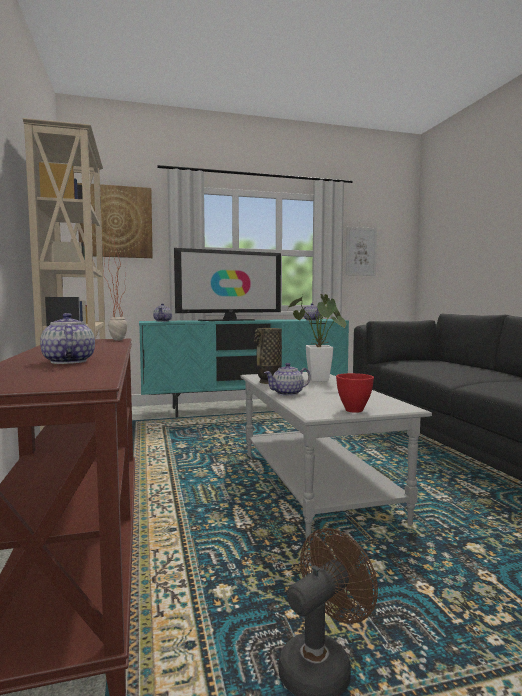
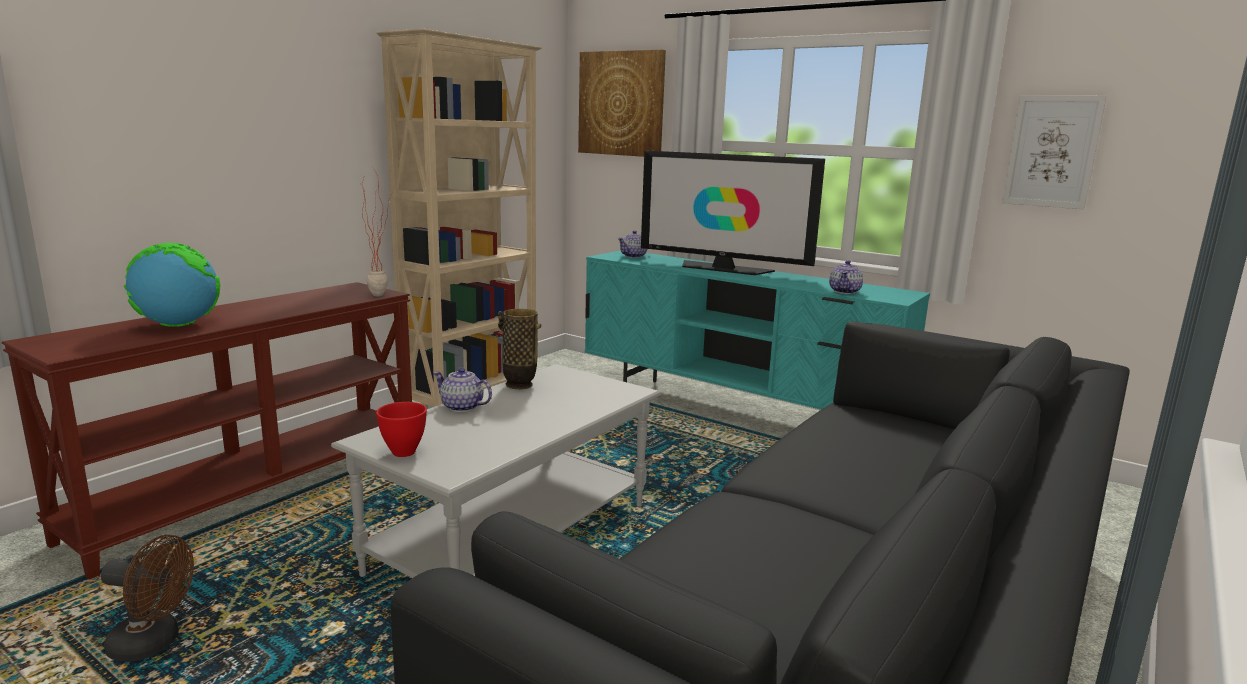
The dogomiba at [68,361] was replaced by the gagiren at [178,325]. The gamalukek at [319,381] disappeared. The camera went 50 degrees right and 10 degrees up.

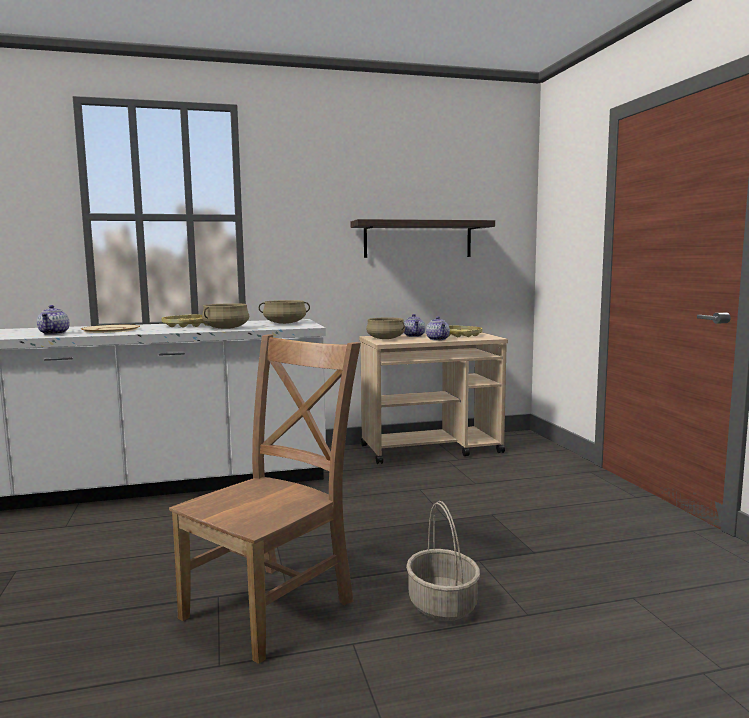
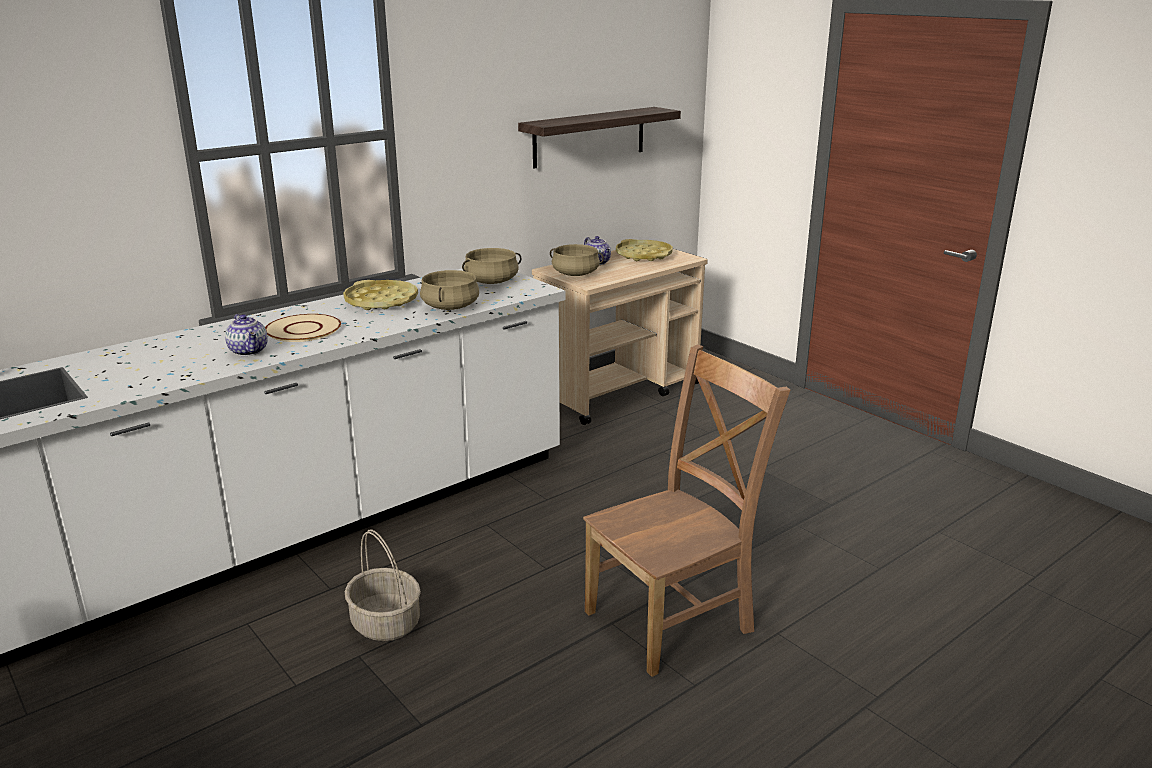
The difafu moved from [443,605] to [386,623]. The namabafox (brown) at [273,606] turned 45 degrees clockwise. The dogomiba at [438,339] disappeared. The camera went 25 degrees left and 15 degrees up.

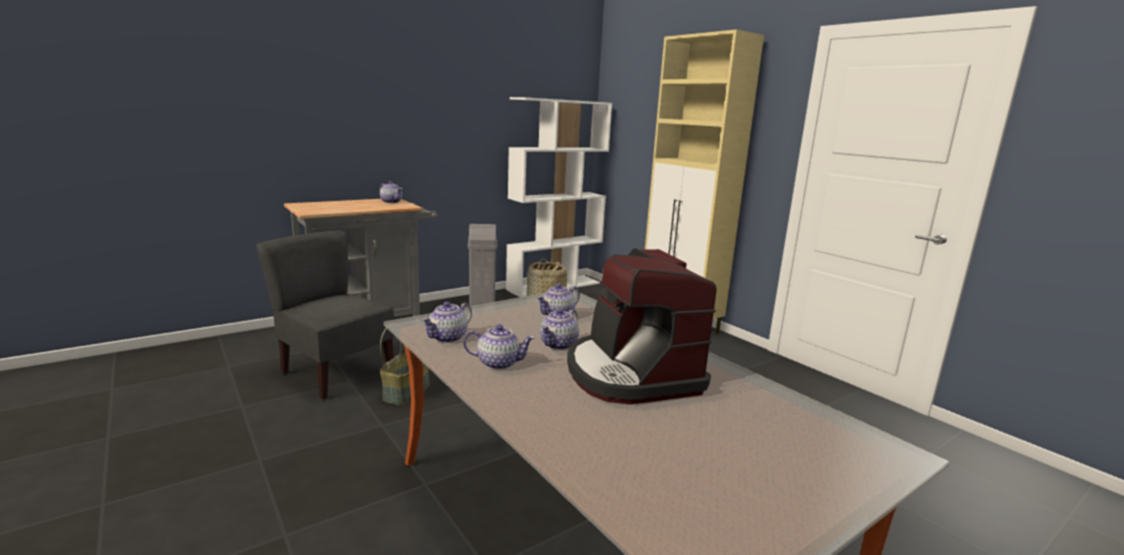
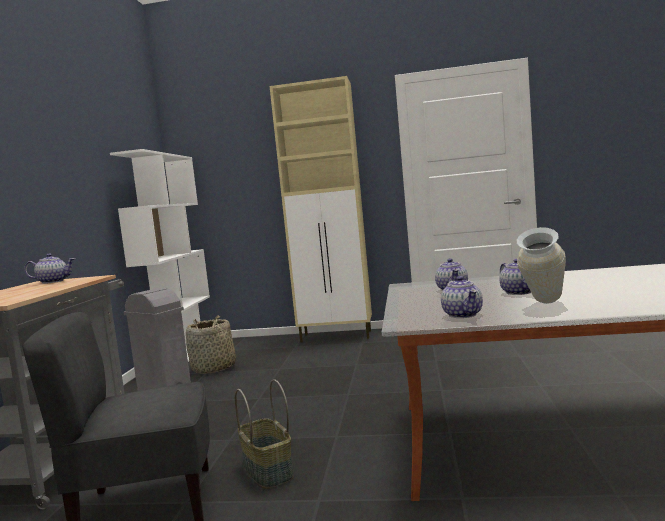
The dogomiba at [499,363] was replaced by the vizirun at [542,306]. The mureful at [631,373] disappeared. The camera went 45 degrees left and 10 degrees down.

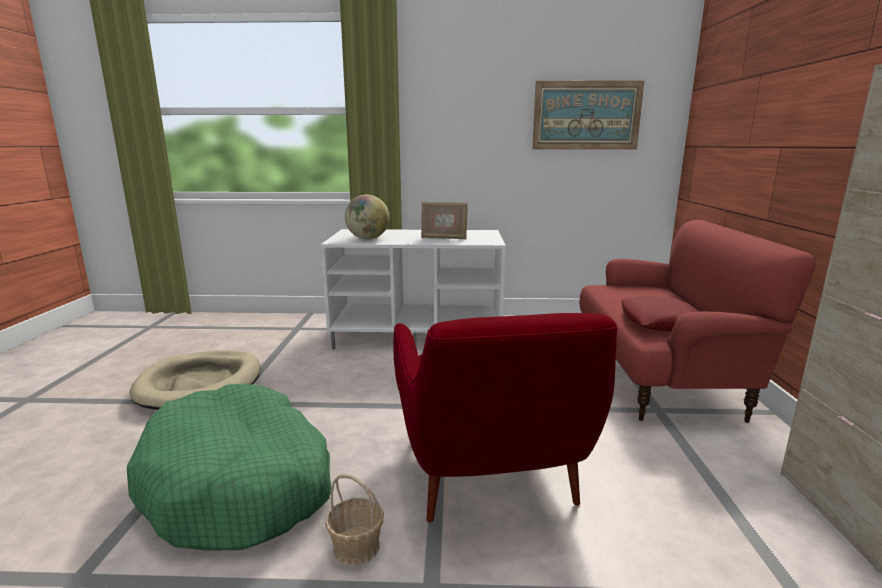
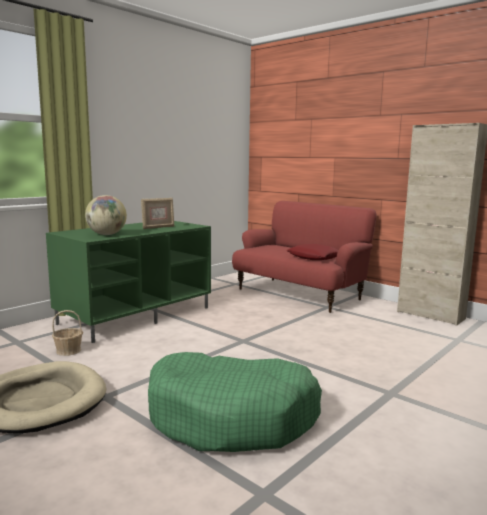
The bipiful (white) at [419,335] became the bipiful (green) at [136,315]. The difafu moved from [356,547] to [68,351]. The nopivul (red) at [489,475] disappeared. The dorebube at [586,115] disappeared. The camera went 50 degrees left and 5 degrees down.

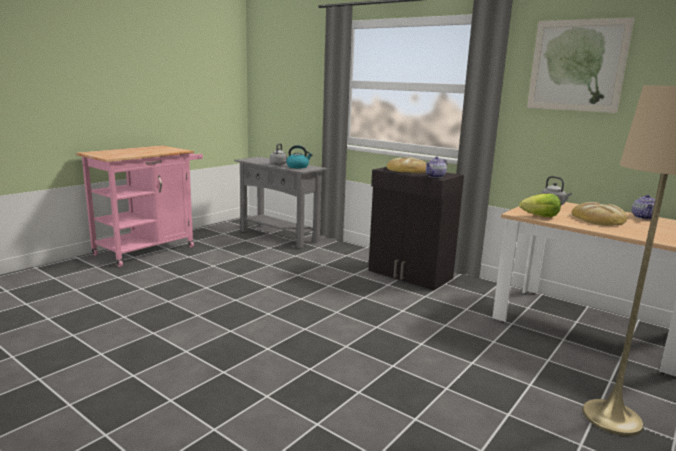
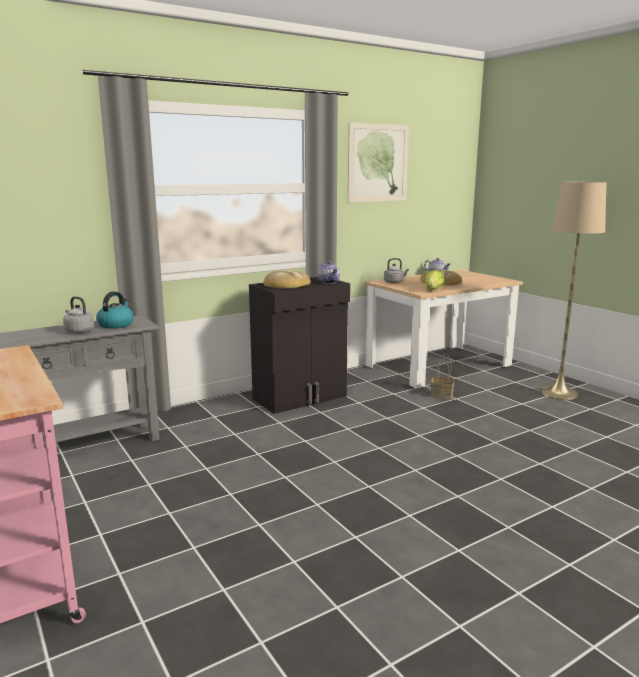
The difafu at [442,395] appeared. The camera went 70 degrees left and 0 degrees up.

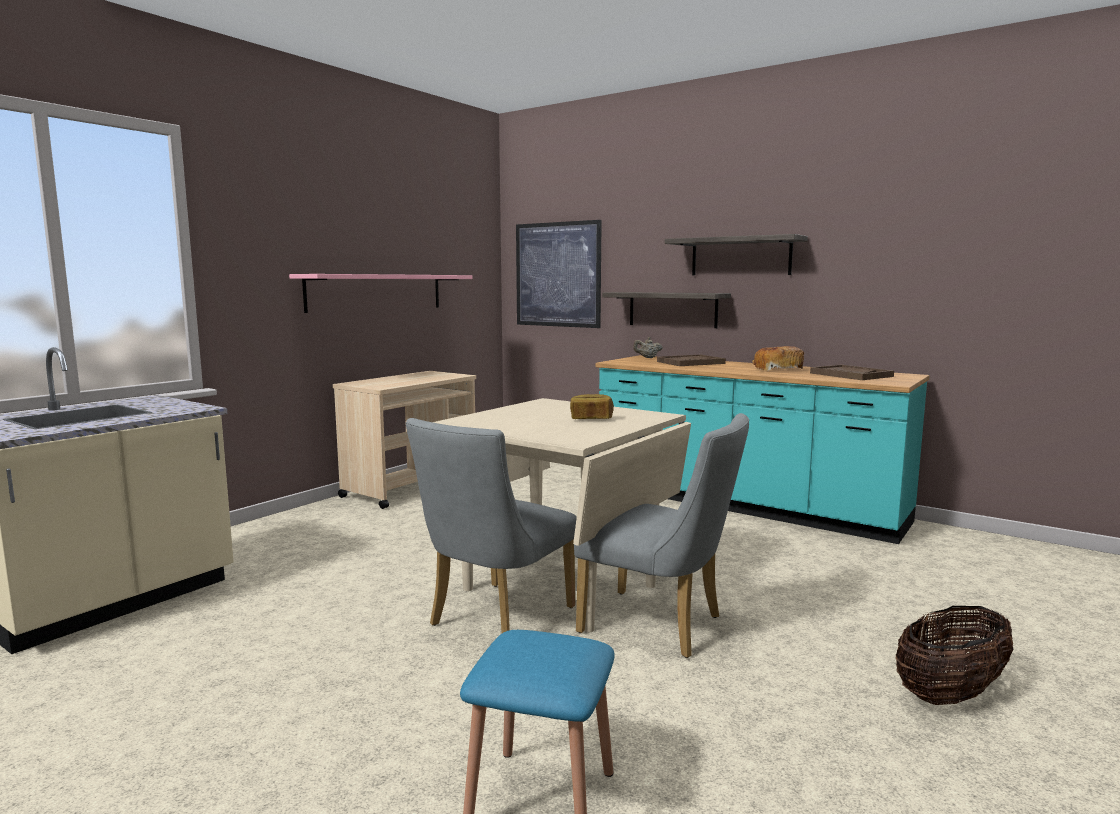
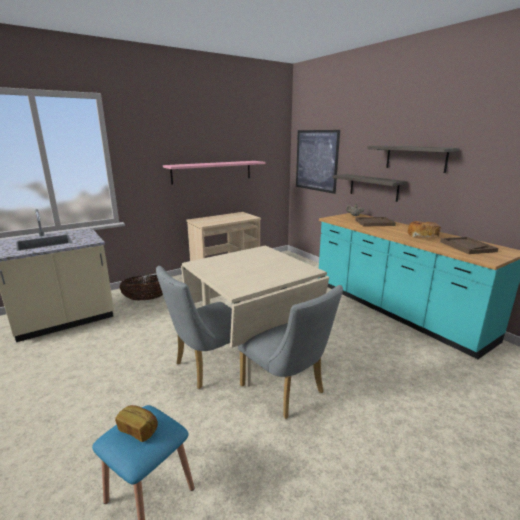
The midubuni moved from [591,418] to [138,429]. The difafu moved from [950,694] to [146,299]. The camera went 20 degrees right and 10 degrees up.

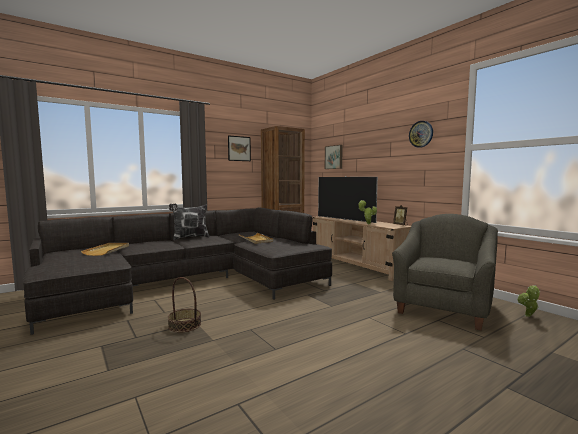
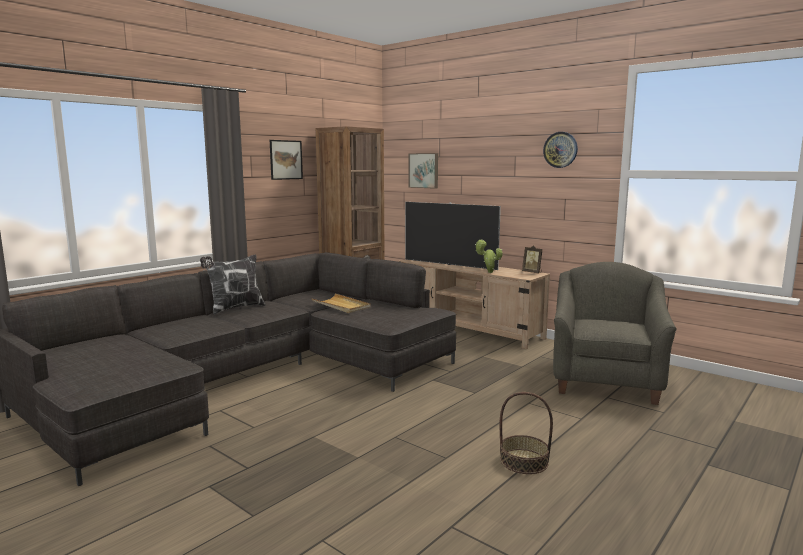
The difafu moved from [185,325] to [524,461]. The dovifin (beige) at [107,250] disappeared. The gamalukek at [528,316] disappeared. The camera went 15 degrees left and 5 degrees up.

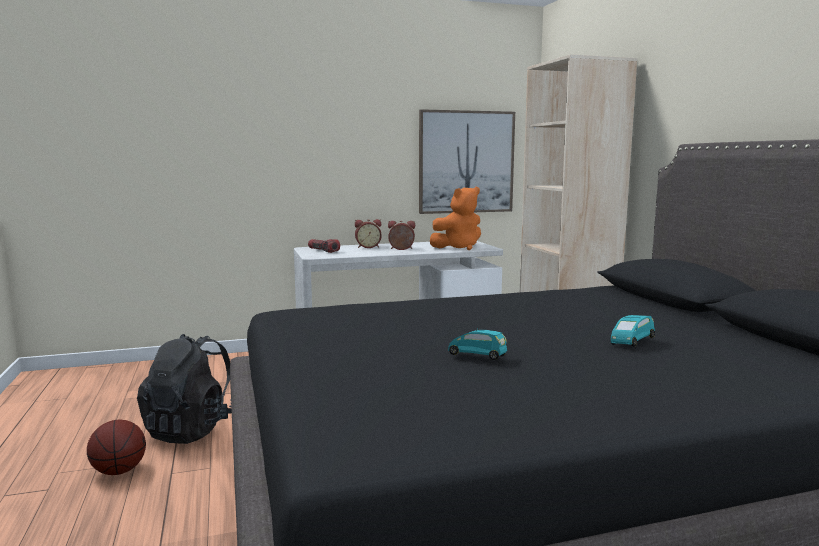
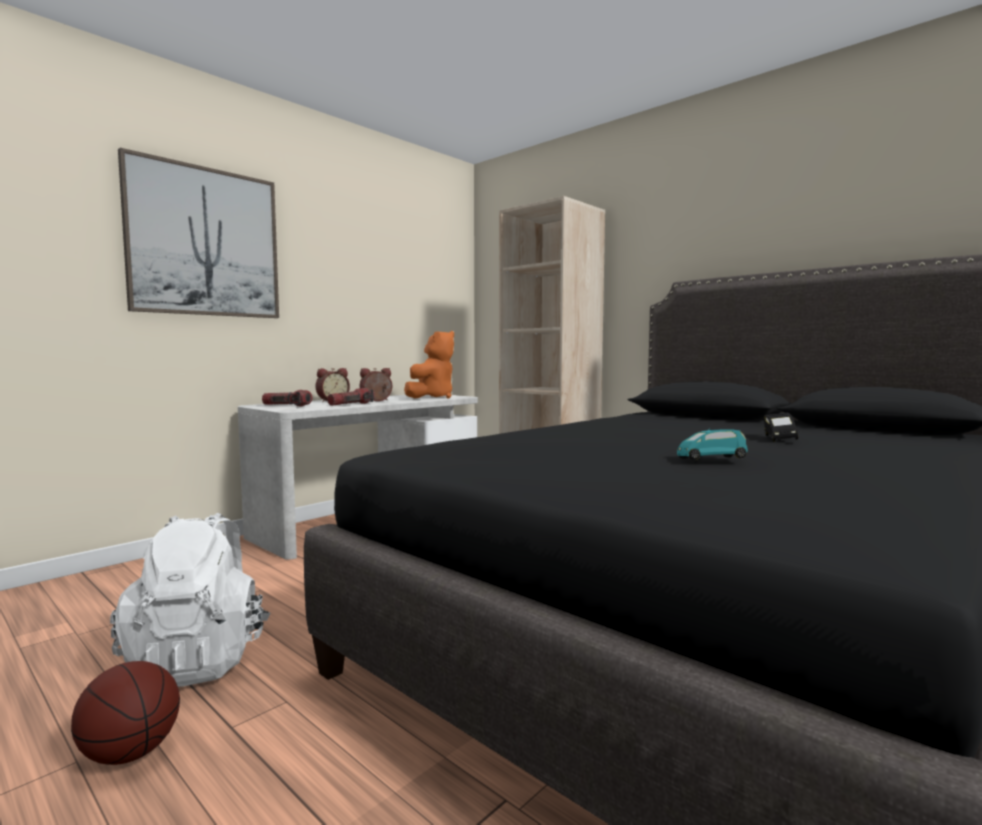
The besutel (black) at [193,429] became the besutel (white) at [199,660]. The dorebube moved from [466,162] to [205,242]. The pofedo at [351,404] appeared. The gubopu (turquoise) at [631,342] became the gubopu (black) at [778,439]. The camera went 30 degrees left and 5 degrees down.

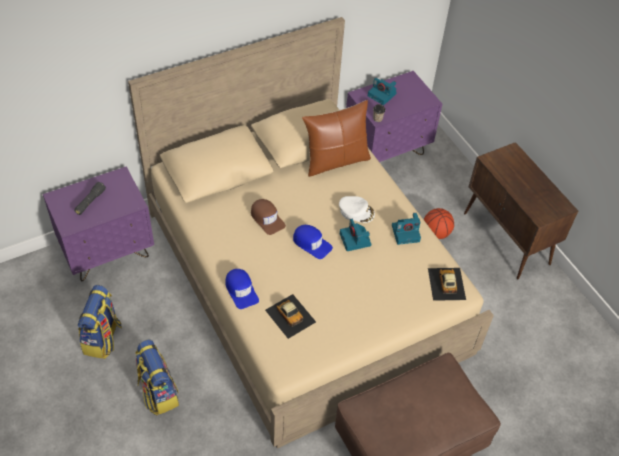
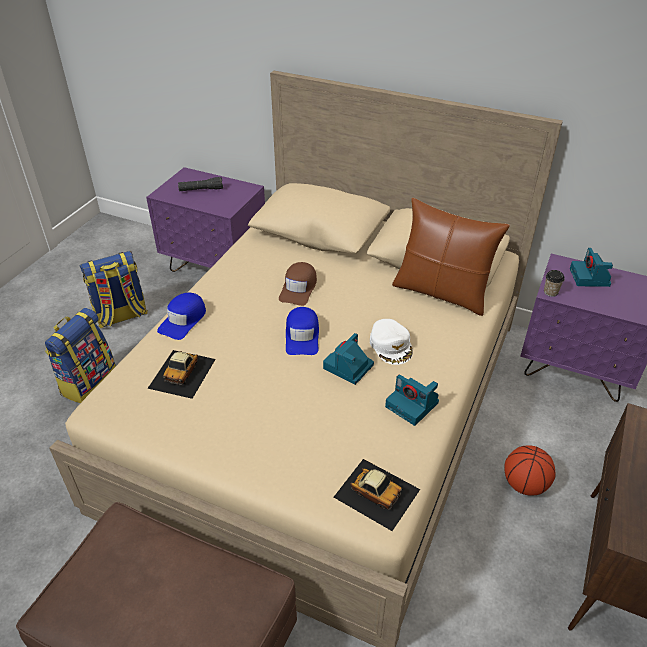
The gubopu at [446,284] turned 75 degrees clockwise. The camera went 55 degrees right and 10 degrees down.

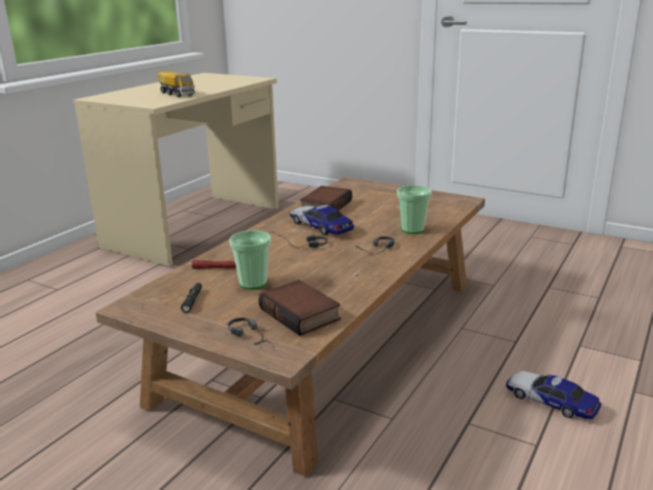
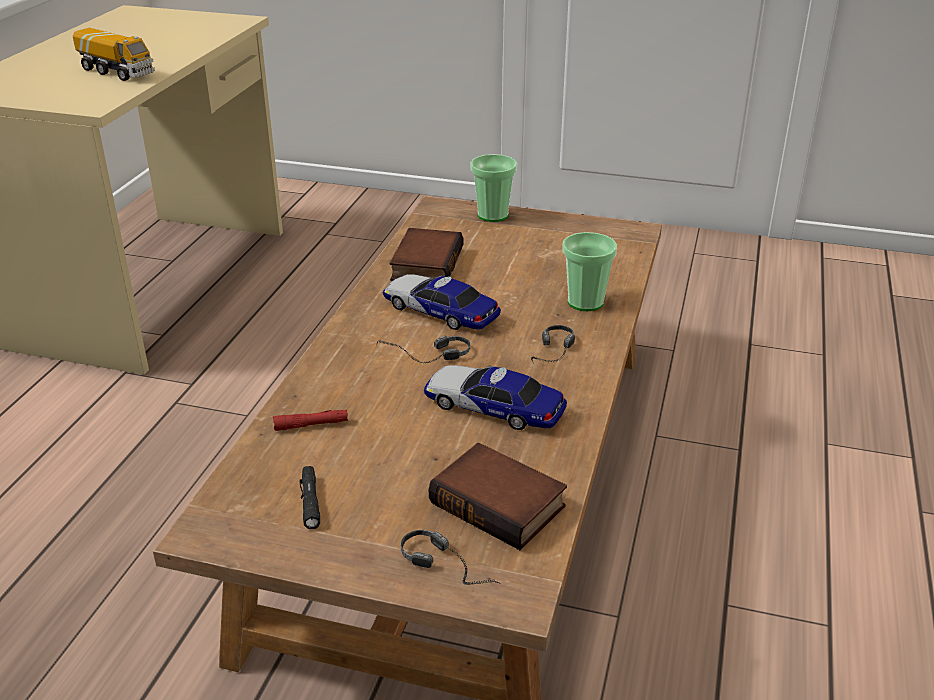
The gubopu moved from [550,401] to [493,407]. The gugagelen moved from [253,283] to [493,215]. The camera went 15 degrees left and 10 degrees up.

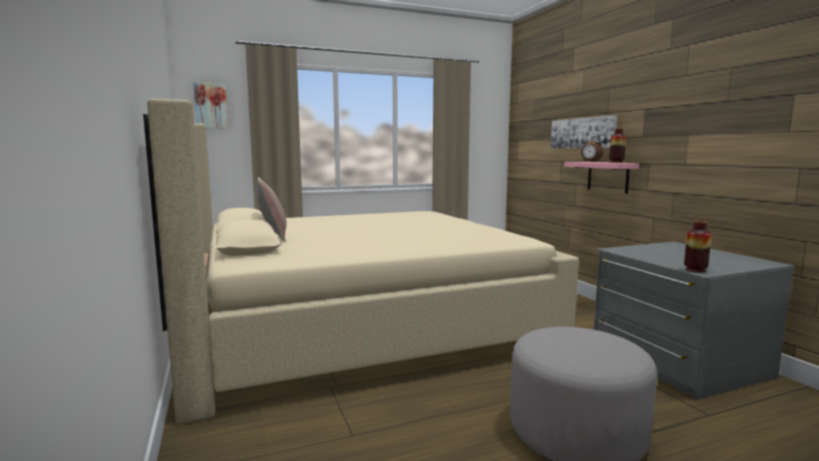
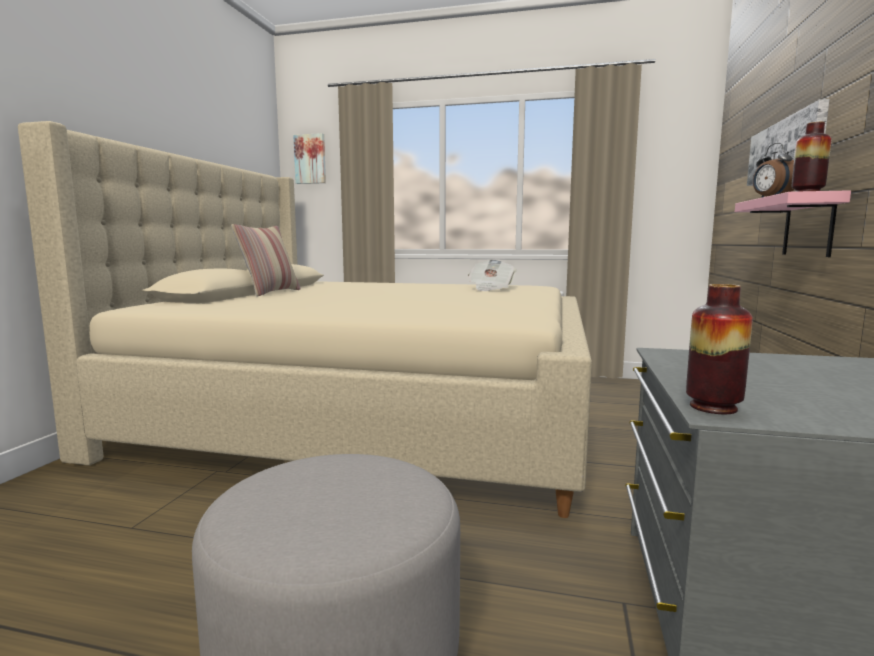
The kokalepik at [491,289] appeared. The camera went 35 degrees right and 0 degrees up.

